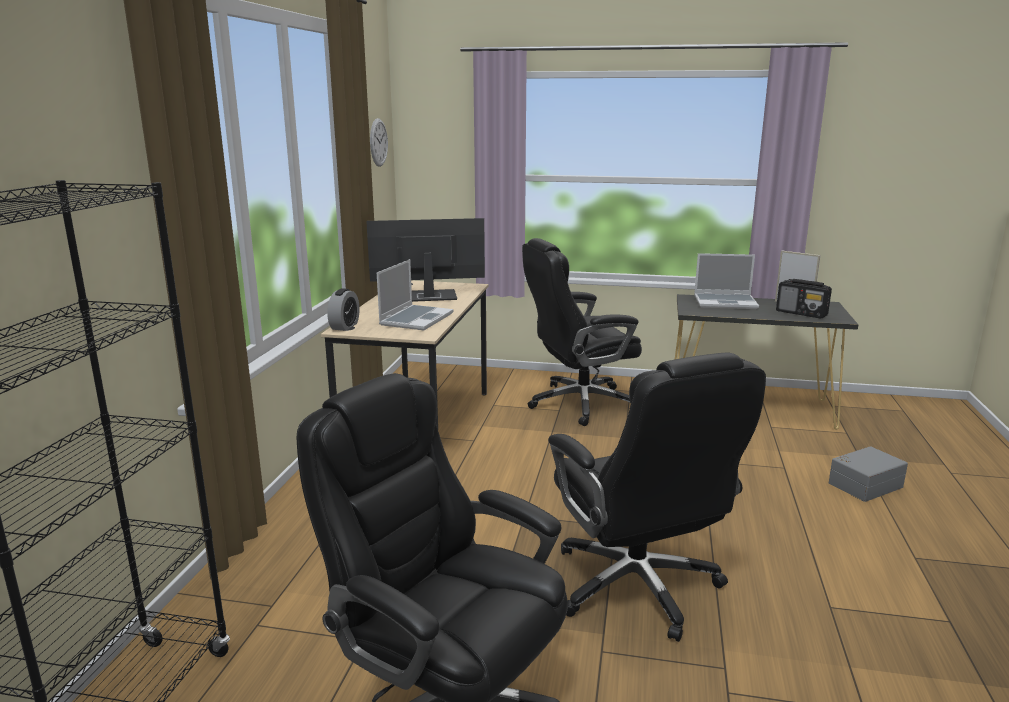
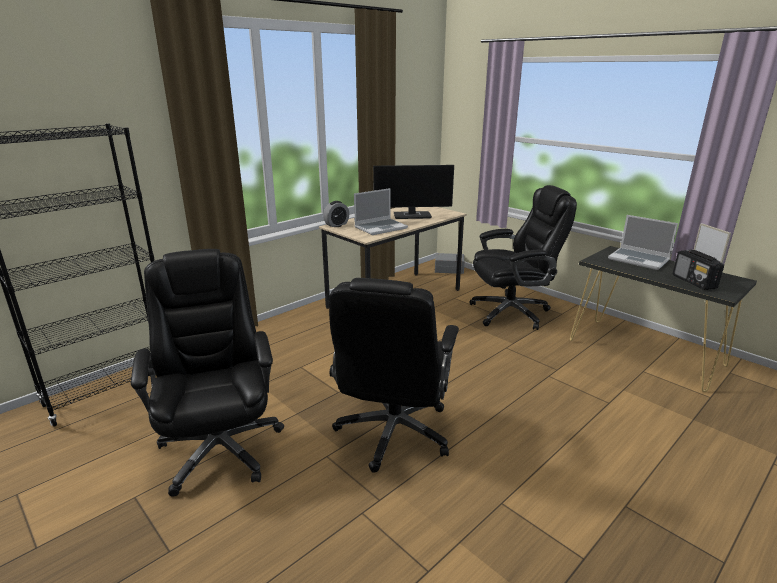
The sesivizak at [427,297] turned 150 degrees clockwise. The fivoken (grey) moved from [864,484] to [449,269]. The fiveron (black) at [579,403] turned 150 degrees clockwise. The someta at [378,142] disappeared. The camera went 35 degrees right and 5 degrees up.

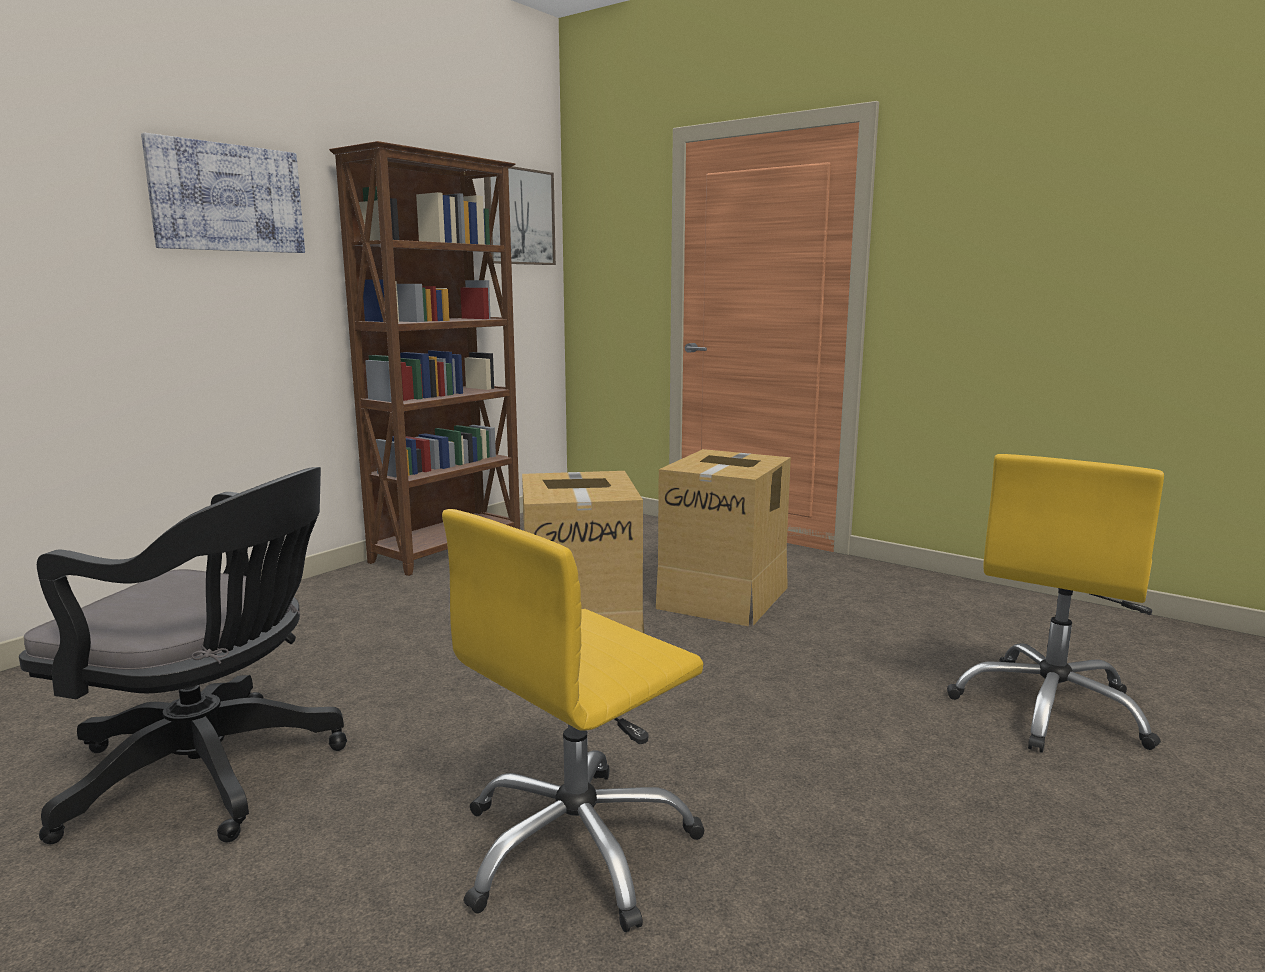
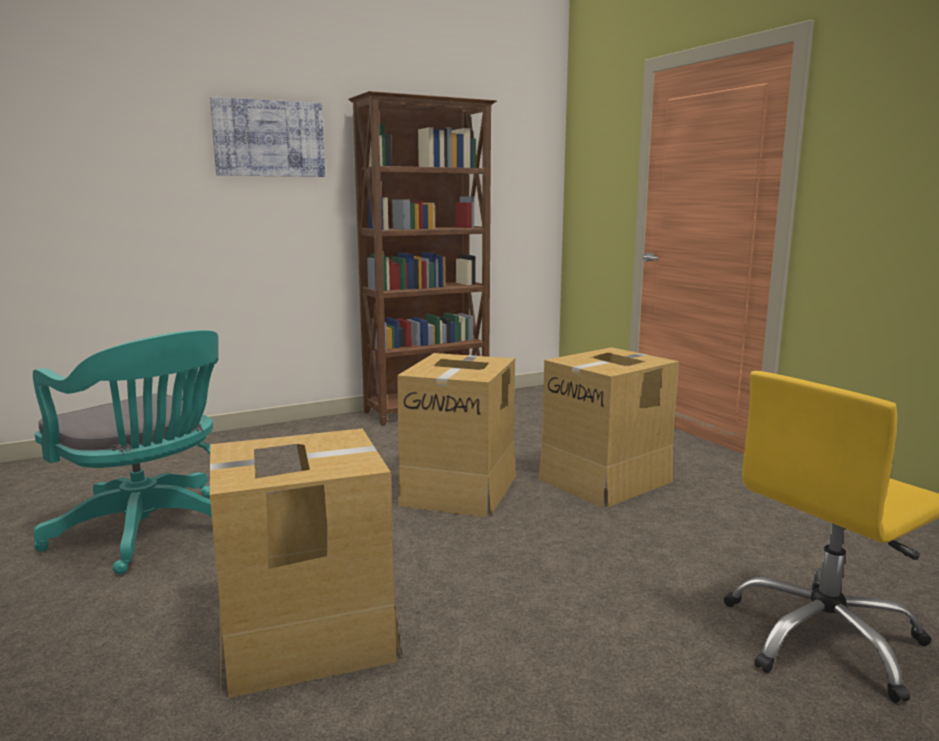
The fiveron (black) at [214,774] became the fiveron (turquoise) at [149,532]. The fiveron (yellow) at [577,847] was replaced by the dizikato at [305,636]. The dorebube at [518,216] disappeared. The camera went 25 degrees right and 0 degrees up.

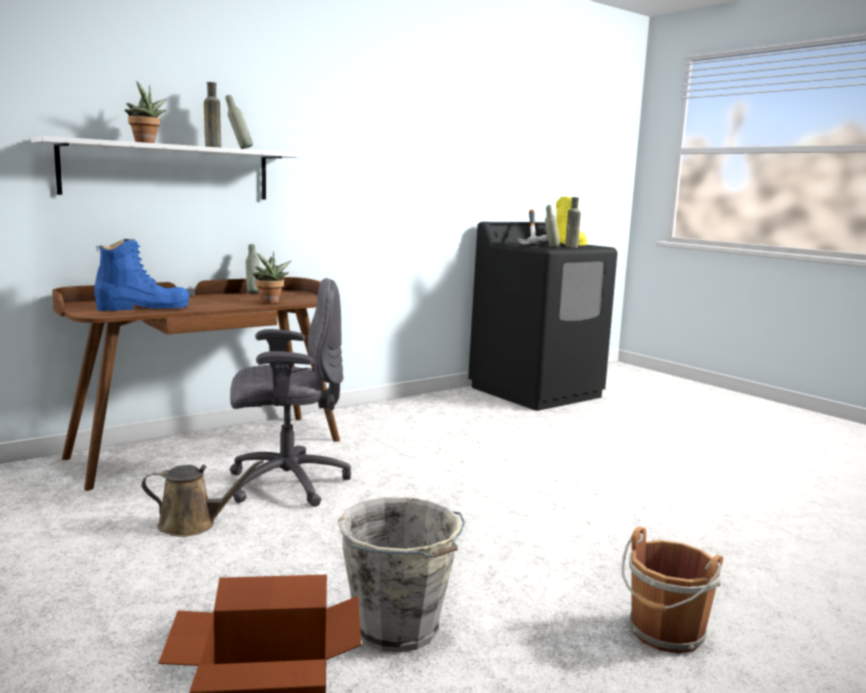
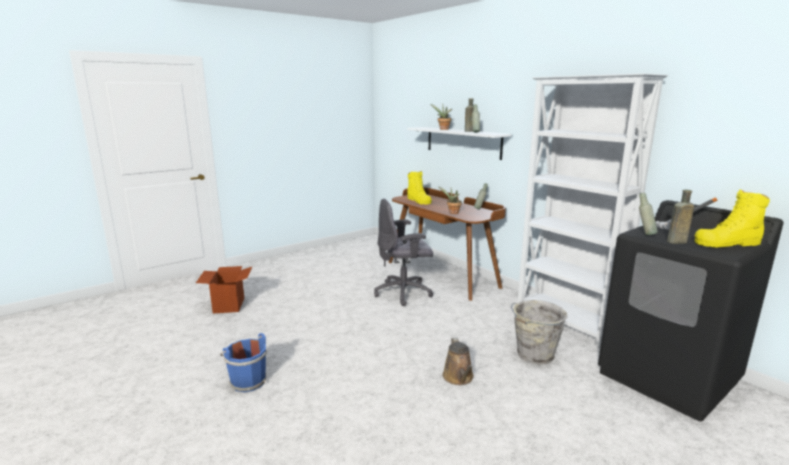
The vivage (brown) at [665,634] became the vivage (blue) at [247,381]. The fiveron (grey) at [285,483] turned 90 degrees clockwise. The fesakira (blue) at [143,308] became the fesakira (yellow) at [419,201]. The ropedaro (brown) moved from [193,524] to [459,378]. The vivage (grey) moved from [398,630] to [534,355]. The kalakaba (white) at [566,323] appeared. The camera went 90 degrees right and 5 degrees up.

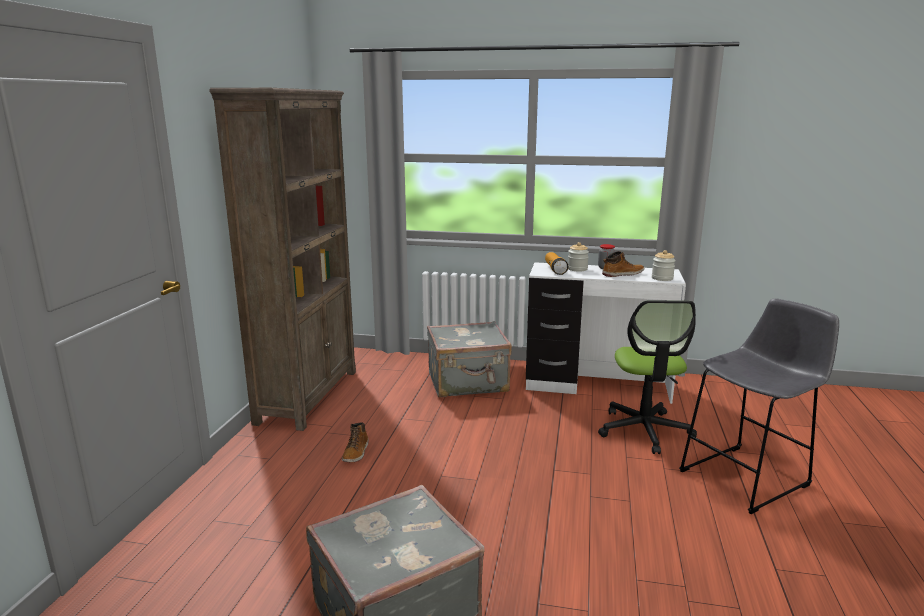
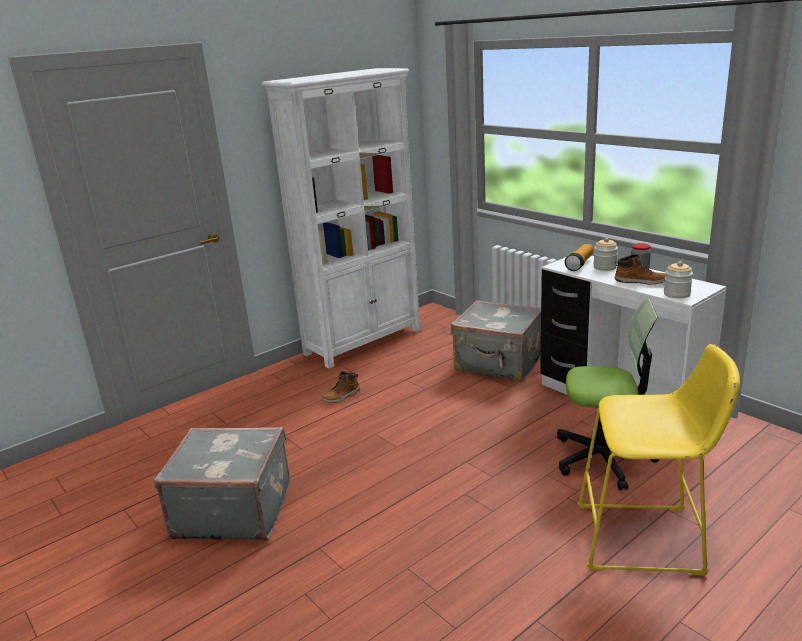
The kalakaba (brown) at [308,396] became the kalakaba (white) at [364,342]. The fiveron at [644,430] turned 120 degrees counterclockwise. The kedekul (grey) at [749,476] became the kedekul (yellow) at [646,539]. The camera went 40 degrees right and 5 degrees up.

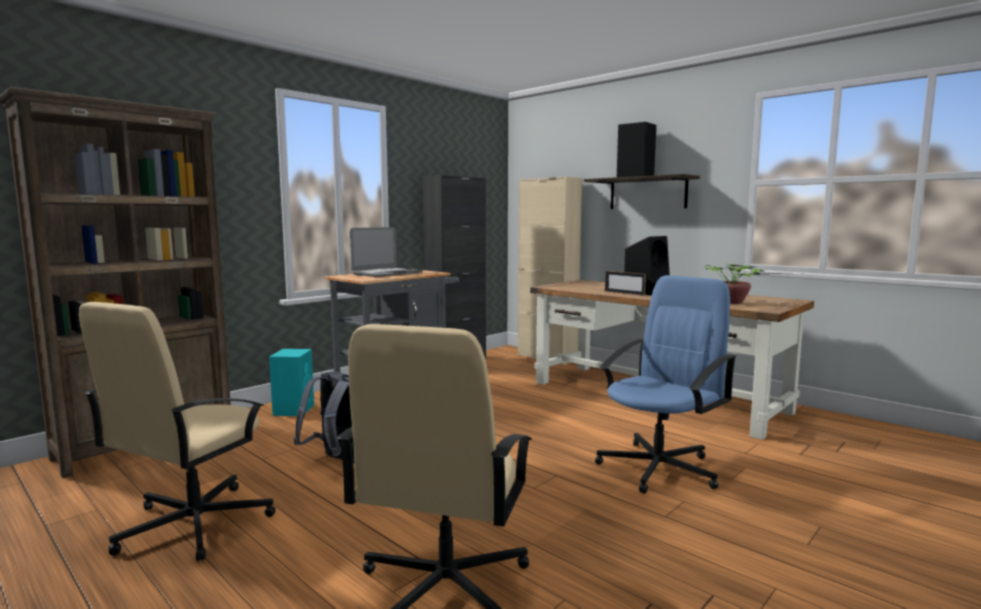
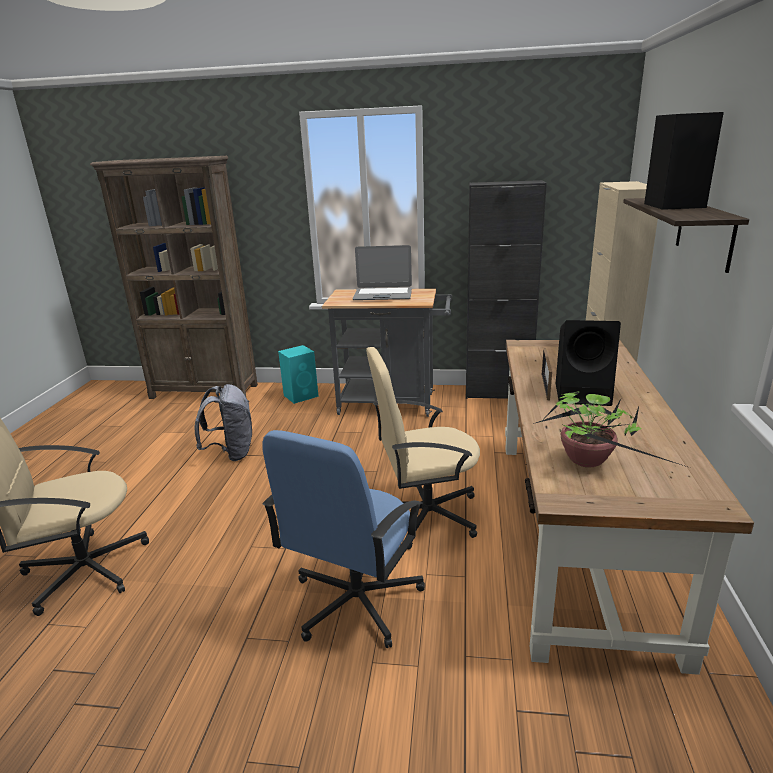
The fiveron (blue) at [659,468] turned 105 degrees clockwise. The fiveron (beige) moved from [192,524] to [425,515]. The camera went 55 degrees right and 15 degrees up.

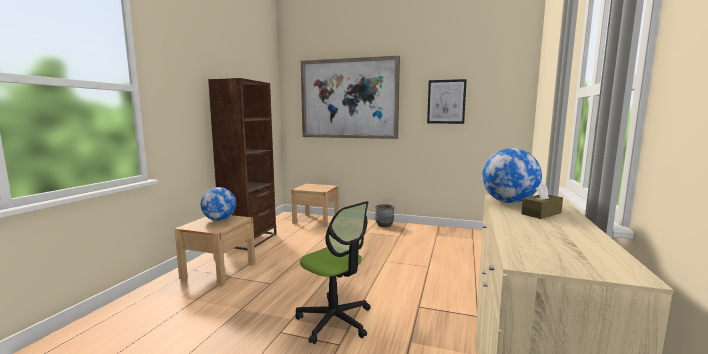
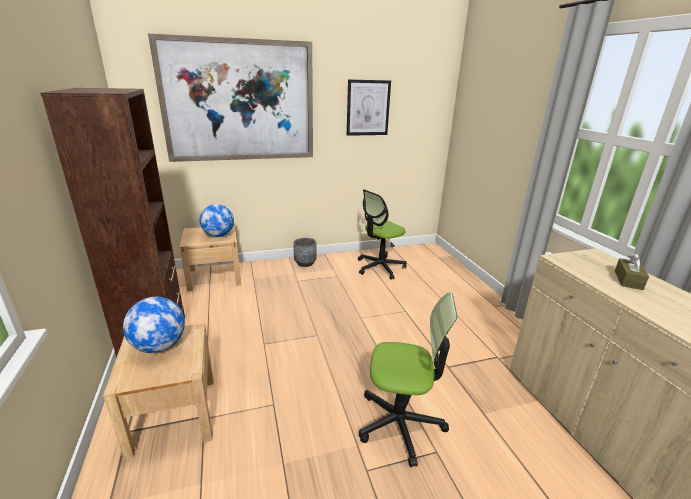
The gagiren moved from [509,202] to [218,235]. The fiveron at [380,267] appeared. The camera went 35 degrees left and 15 degrees up.

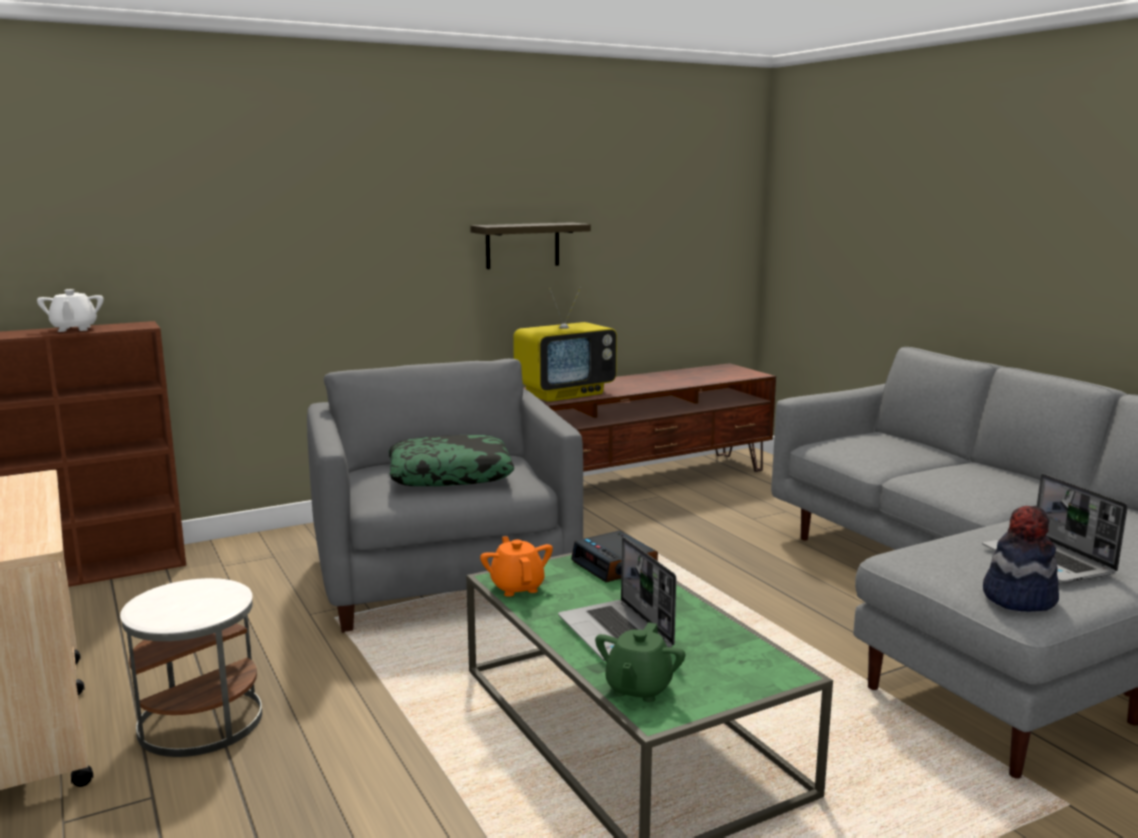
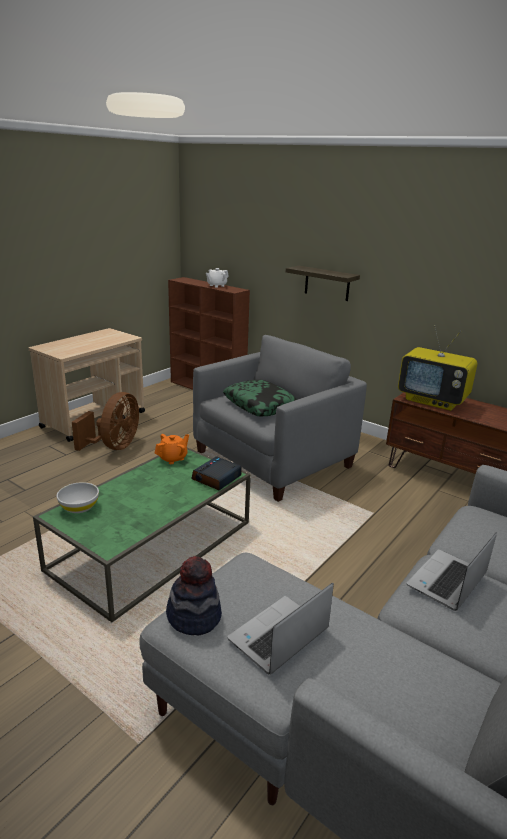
The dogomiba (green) at [638,688] was replaced by the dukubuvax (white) at [79,507]. The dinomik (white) at [199,722] was replaced by the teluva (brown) at [114,446]. The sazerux moved from [522,245] to [327,283]. The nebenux moved from [617,633] to [447,582]. The camera went 65 degrees right and 10 degrees up.

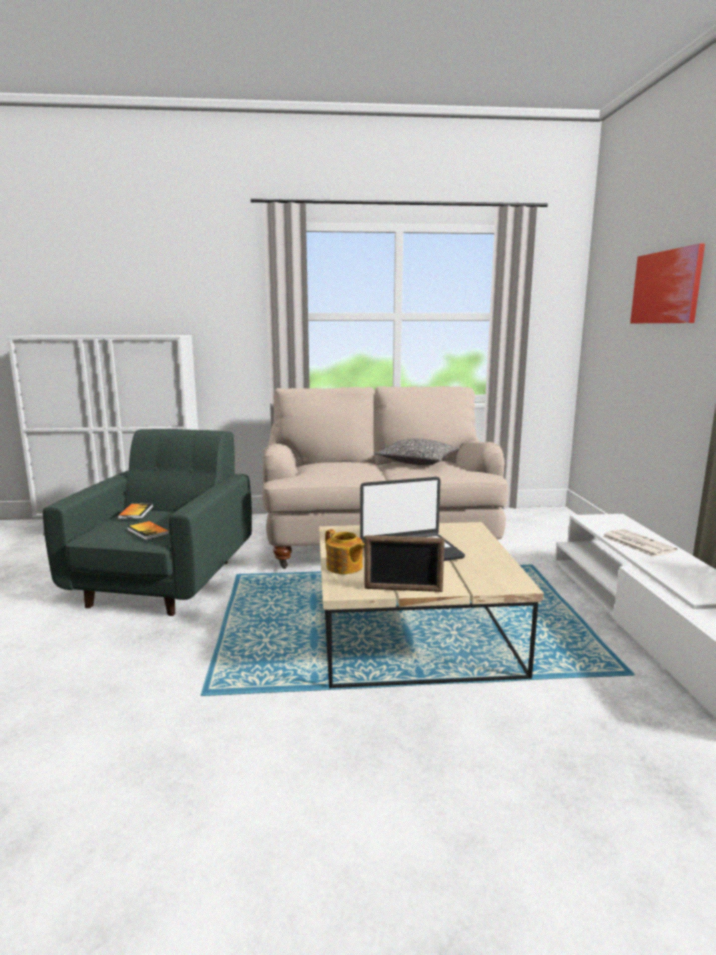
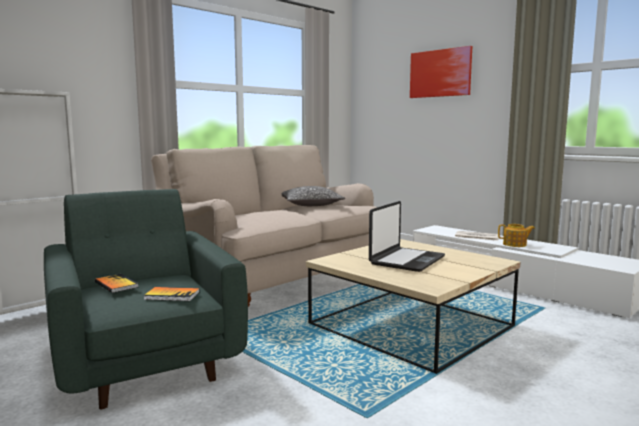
The dogomiba moved from [344,567] to [515,244]. The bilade at [403,589] disappeared. The camera went 40 degrees left and 5 degrees down.

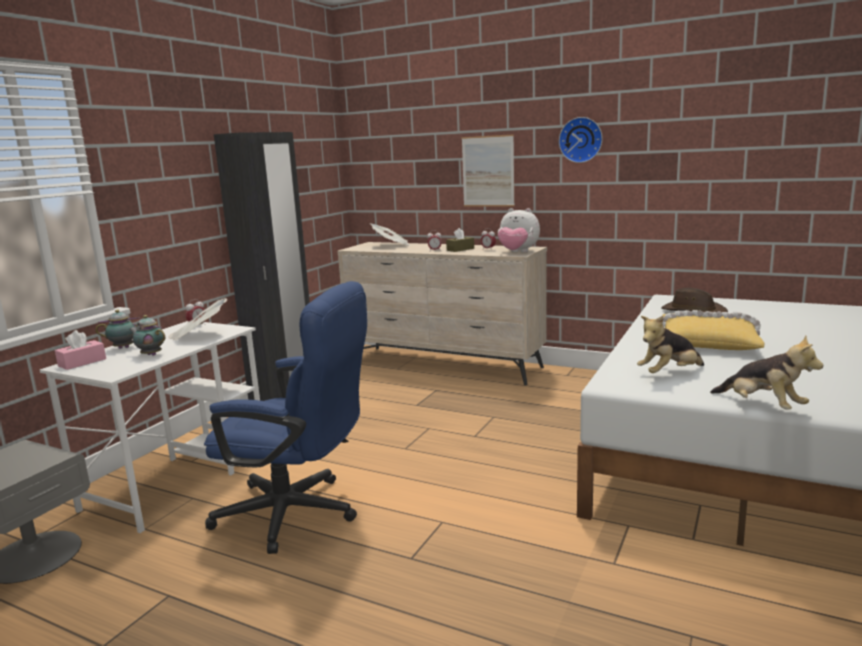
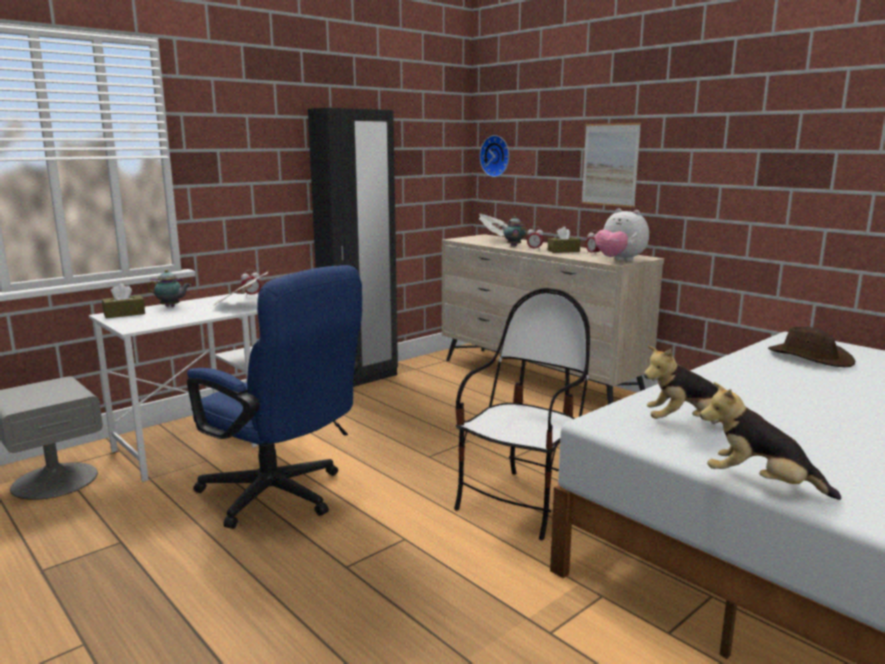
The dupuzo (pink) at [82,362] became the dupuzo (brown) at [124,314]. The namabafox at [521,503] appeared. The someta moved from [581,140] to [496,156]. The dogomiba moved from [150,354] to [513,245]. The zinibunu at [762,406] turned 135 degrees clockwise. The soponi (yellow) at [707,341] disappeared. The camera went 20 degrees right and 0 degrees up.

